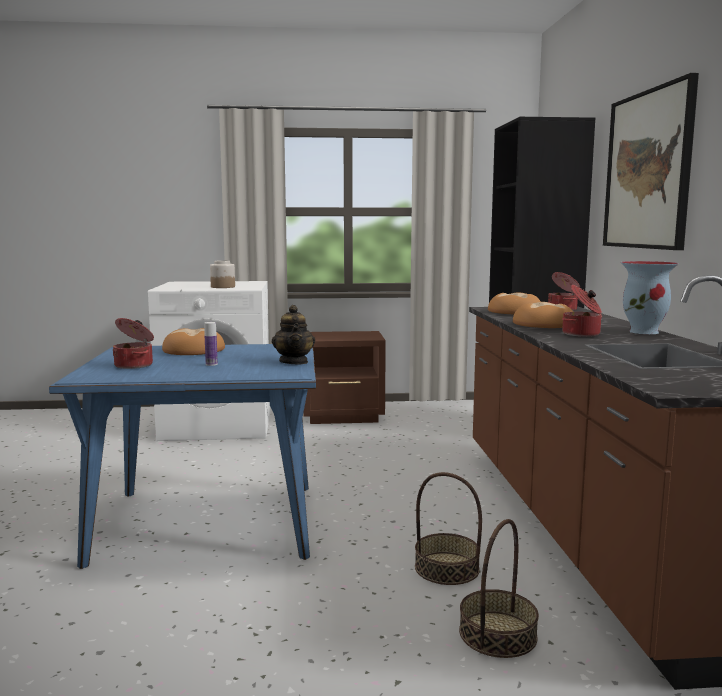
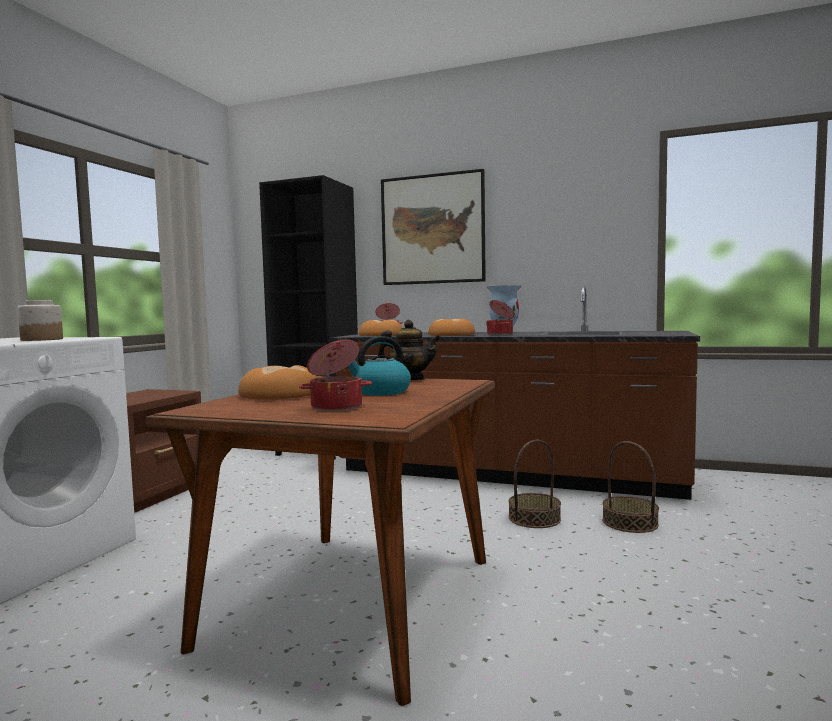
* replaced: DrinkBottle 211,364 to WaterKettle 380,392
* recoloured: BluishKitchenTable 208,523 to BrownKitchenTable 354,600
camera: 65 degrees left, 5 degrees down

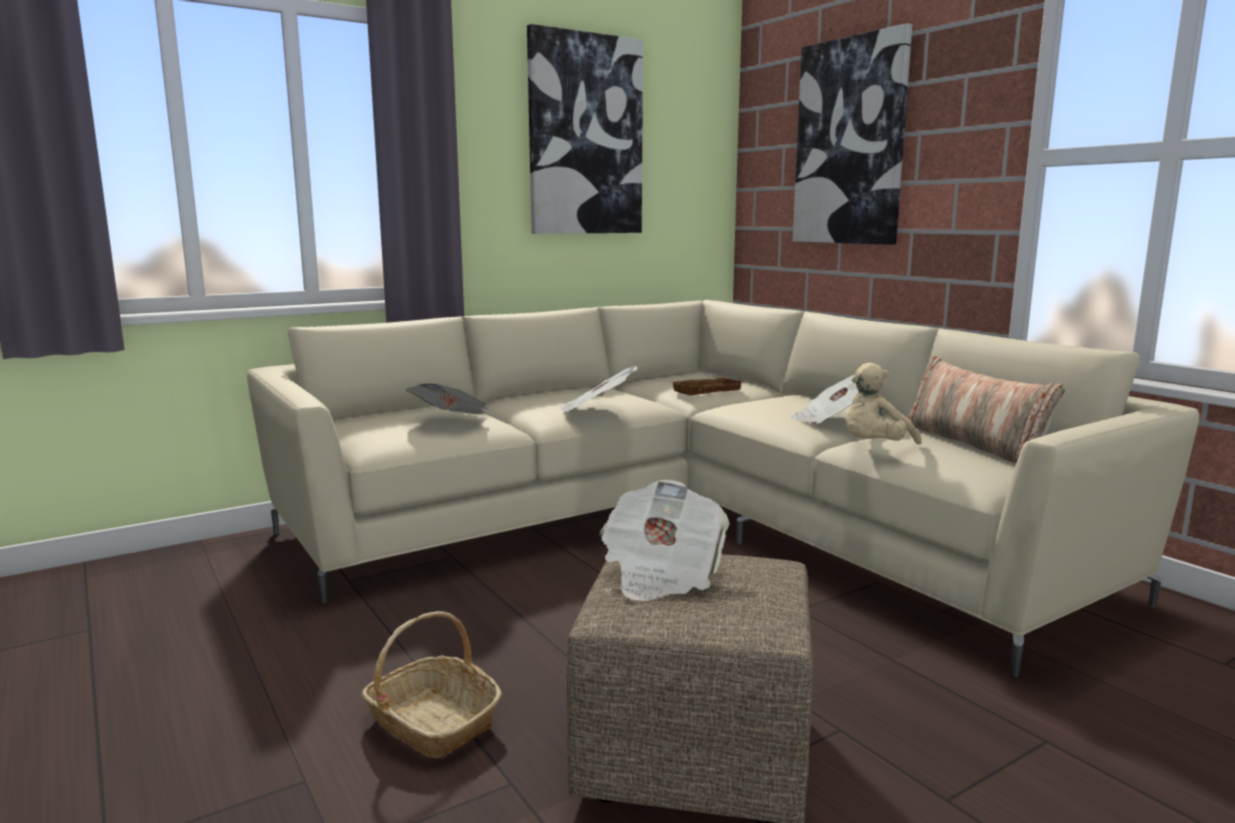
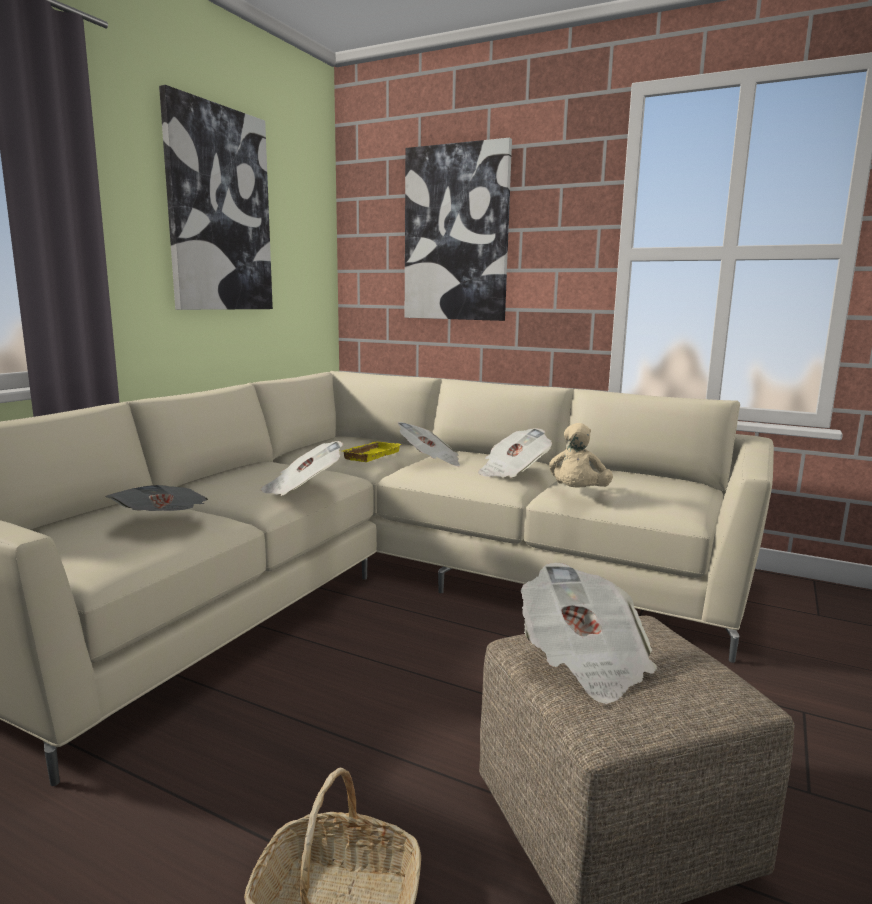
* removed: Cushion 974,445
* added: Newspaper 430,461
* recoloured: BrownCarryingTray 706,390 to YellowCarryingTray 370,455
camera: 30 degrees left, 0 degrees up

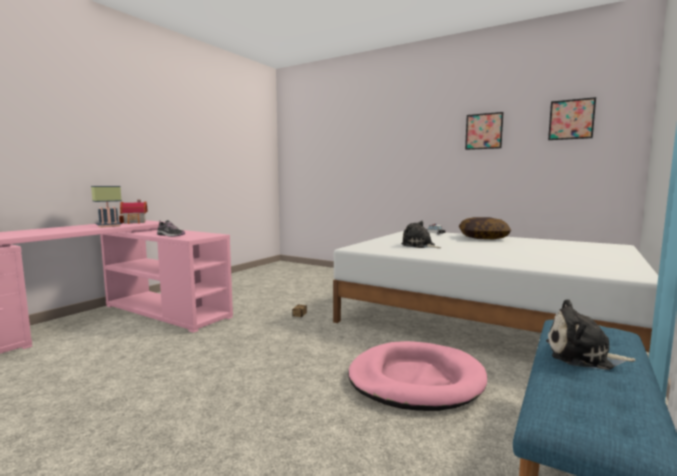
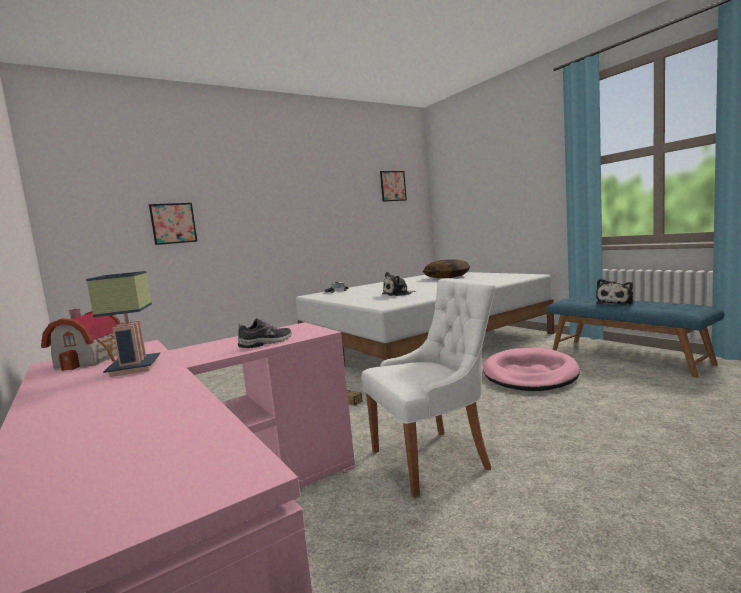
* added: WhitishPlainChair 434,459
* moved: Cushion 483,238 to 447,277
* moved: WallPicture 484,131 to 173,223
camera: 65 degrees left, 0 degrees up

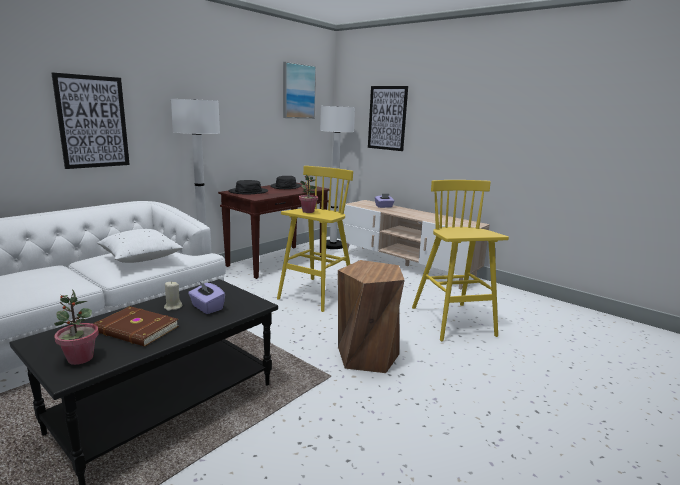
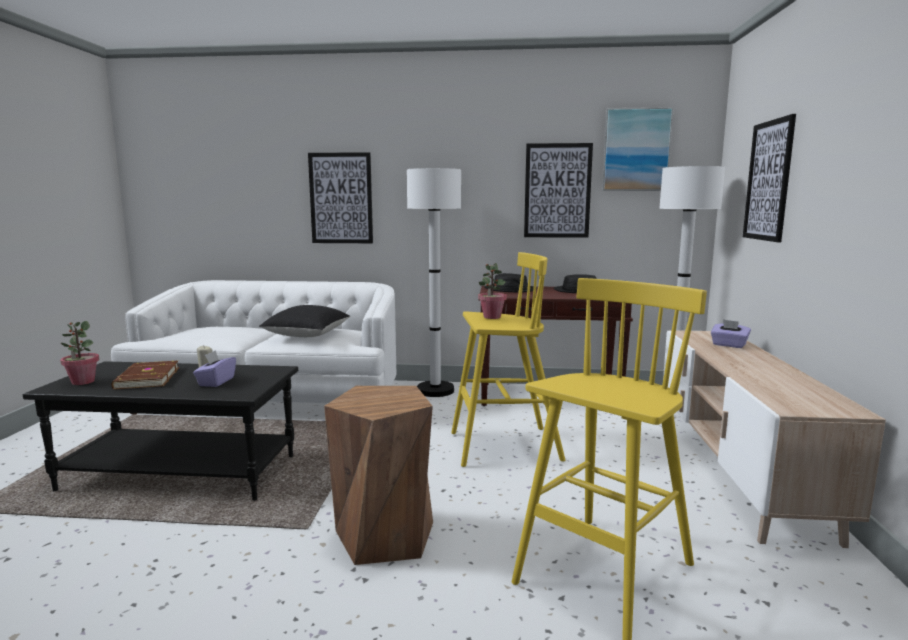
* added: WallPicture 557,191
* recoloured: WhitishCushion 141,258 to BlackishCushion 307,335
camera: 55 degrees right, 5 degrees down

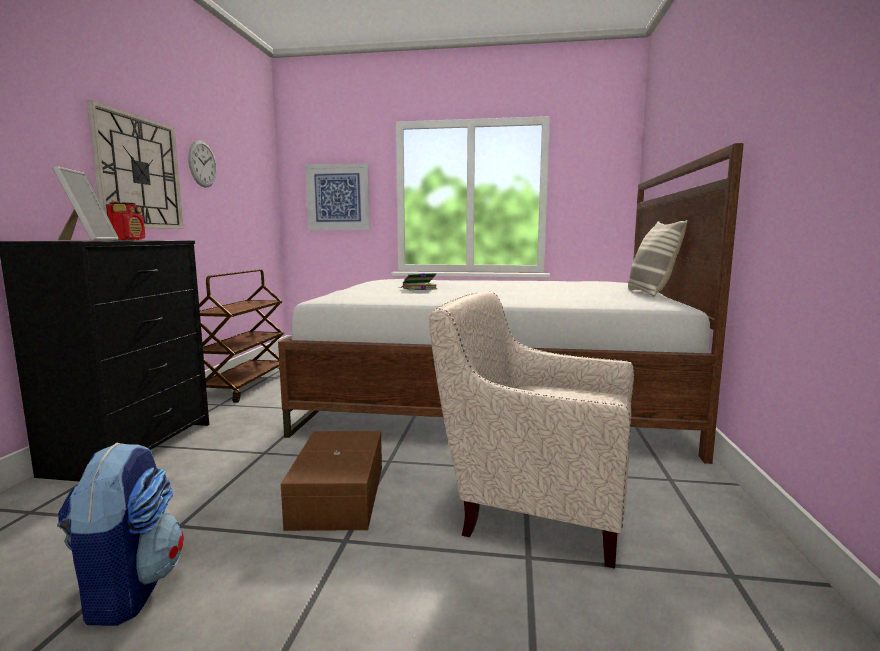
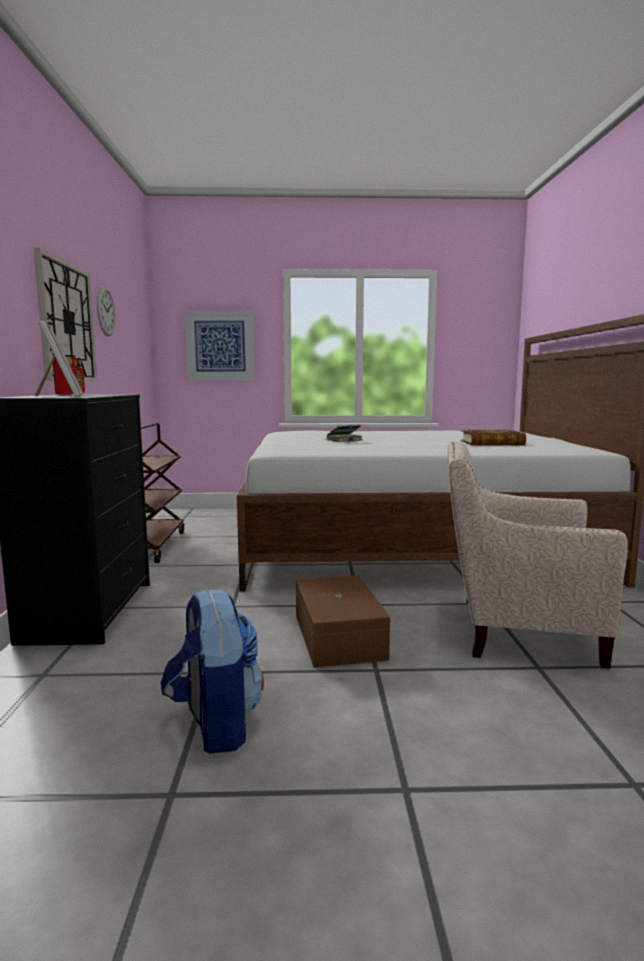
* removed: Cushion 650,293
* added: BoundBook 492,443
camera: 10 degrees left, 0 degrees up

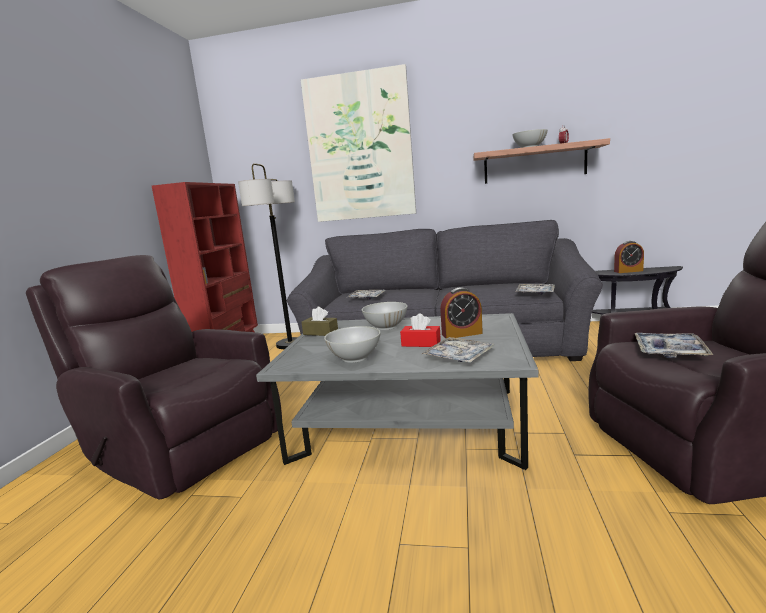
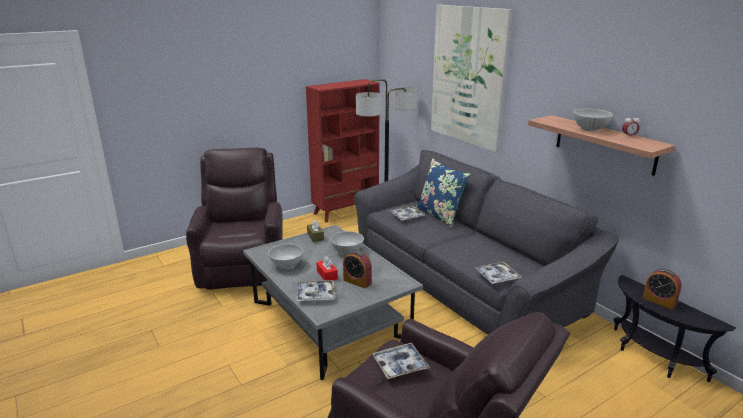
* added: BluishCushion 440,215
camera: 45 degrees right, 10 degrees up

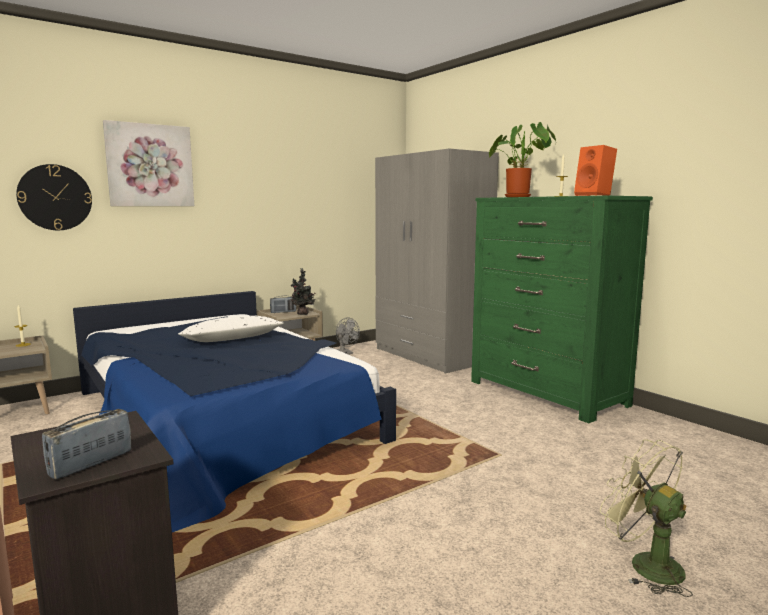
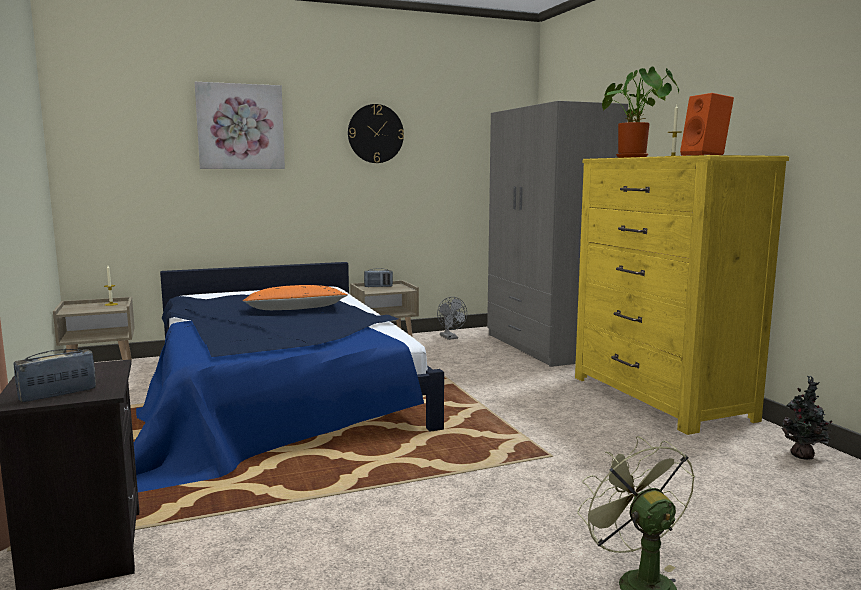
* moved: HangingClock 55,197 to 375,133
* moved: PottedPlant 303,314 to 803,457
* recoloured: WhitishCushion 232,339 to OrangeyCushion 295,309
* recoloured: GreenColouredDresser 546,393 to YellowDresser 659,398
camera: 15 degrees right, 0 degrees up

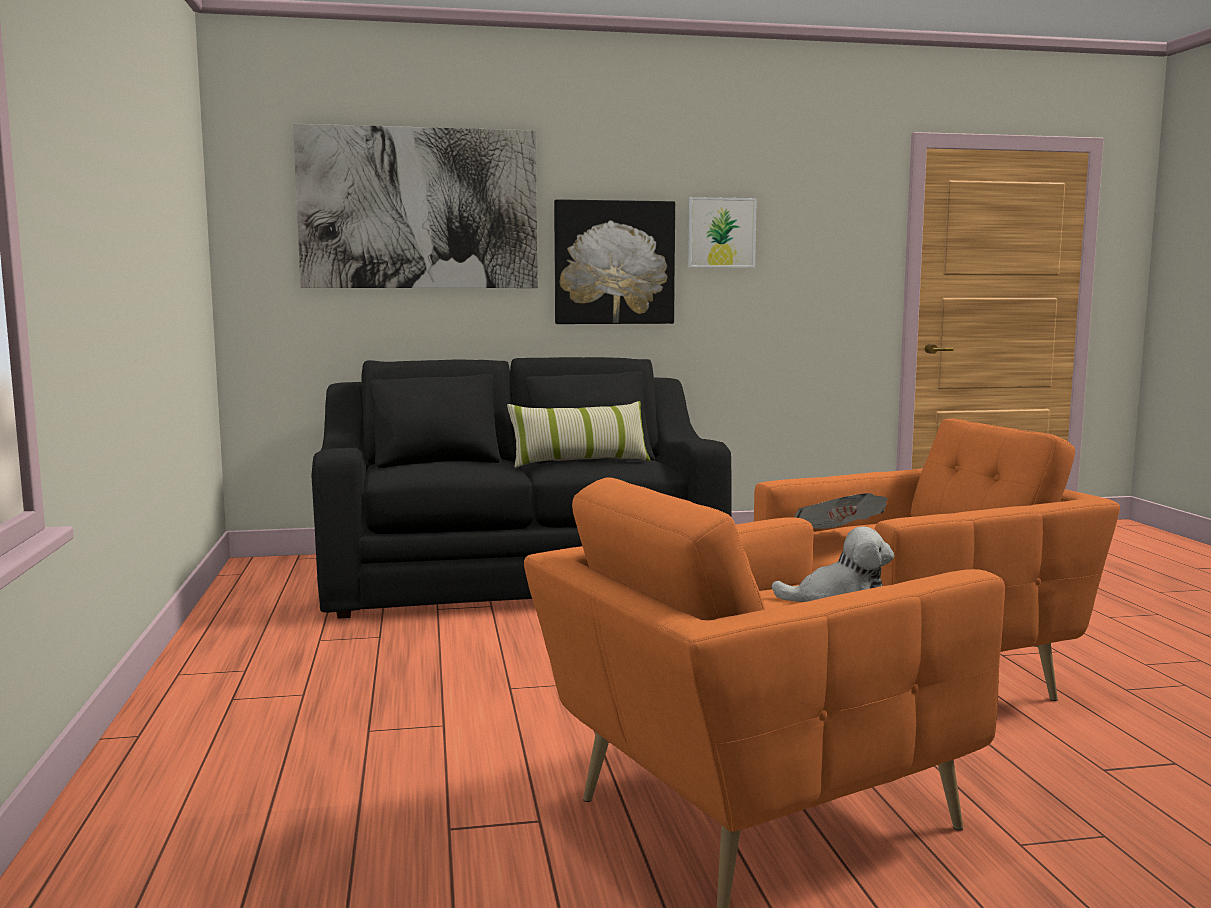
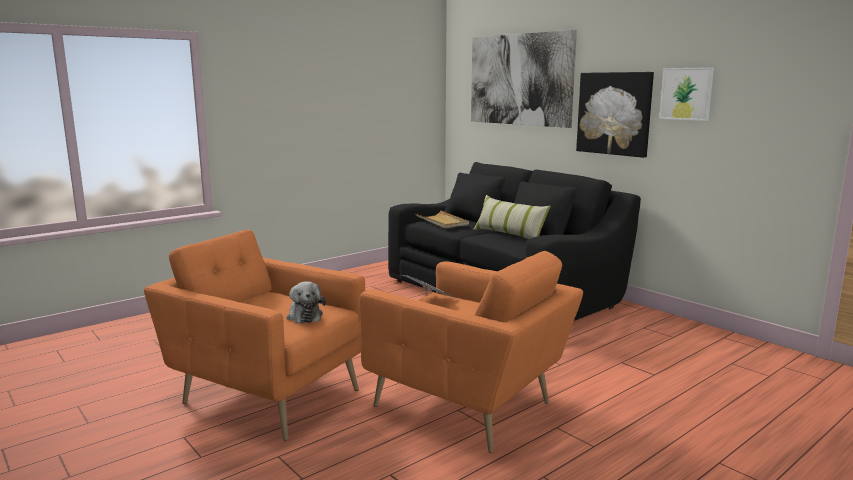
* added: BeigeColouredCarryingTray 442,222
camera: 60 degrees right, 5 degrees up

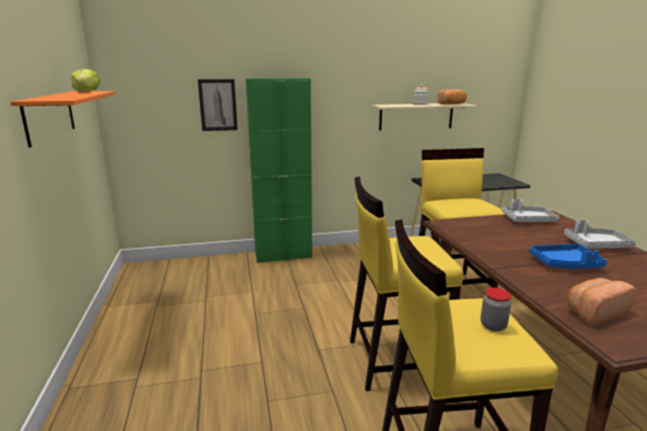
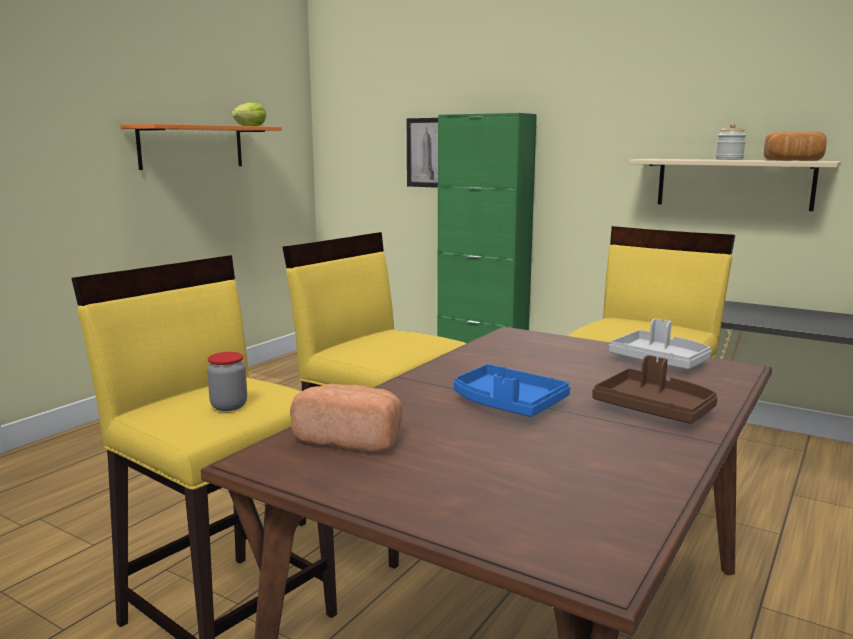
* recoloured: GrayCarryingTray 596,245 to BrownCarryingTray 654,409
camera: 45 degrees right, 5 degrees down

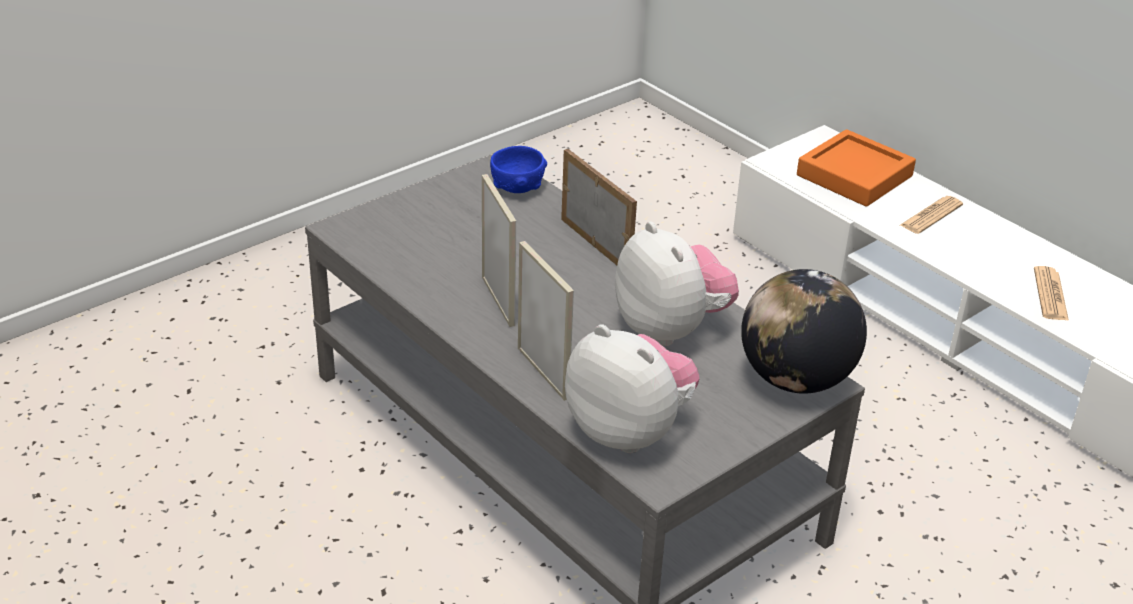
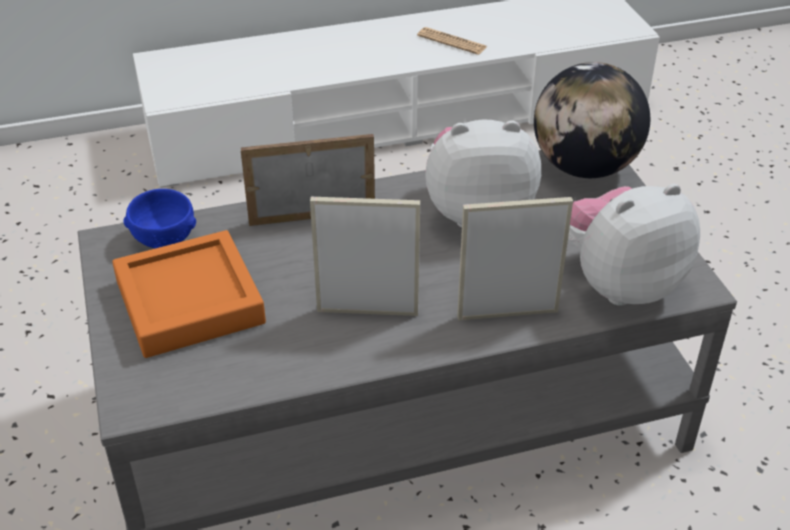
* removed: Newspaper 931,215
* moved: OrangeyCarryingTray 854,176 to 190,302
camera: 65 degrees left, 5 degrees up

